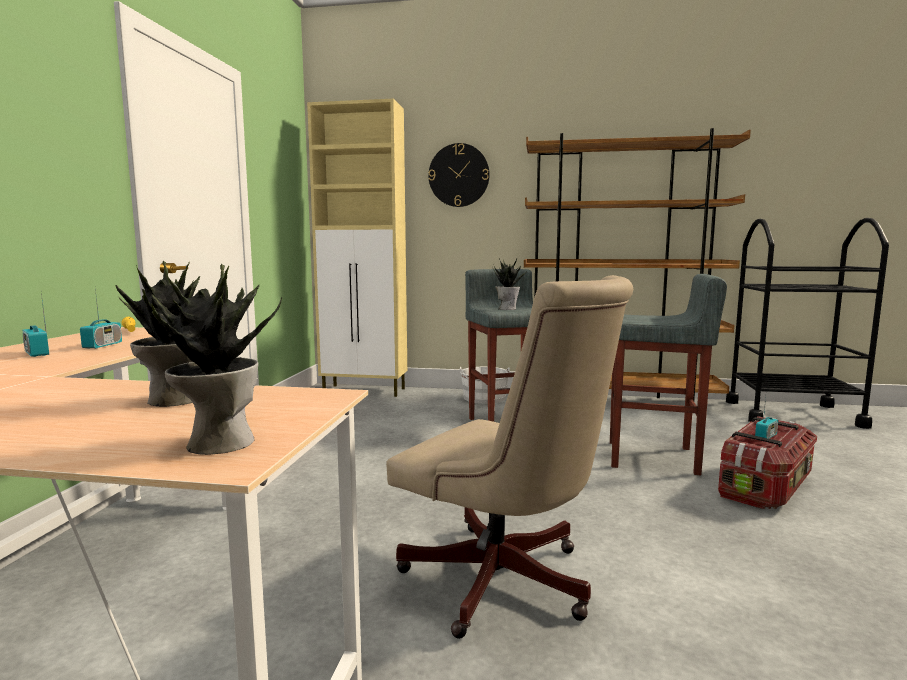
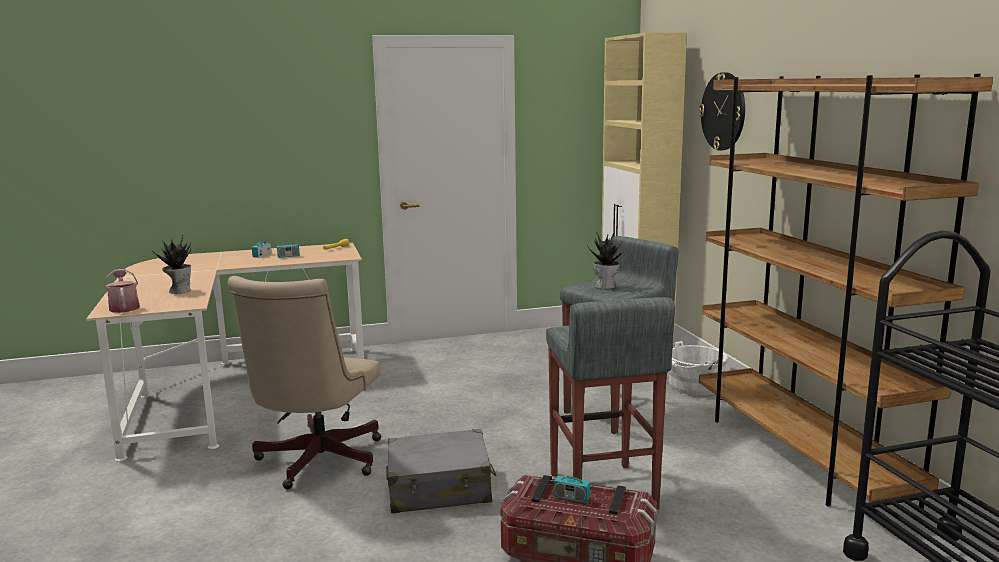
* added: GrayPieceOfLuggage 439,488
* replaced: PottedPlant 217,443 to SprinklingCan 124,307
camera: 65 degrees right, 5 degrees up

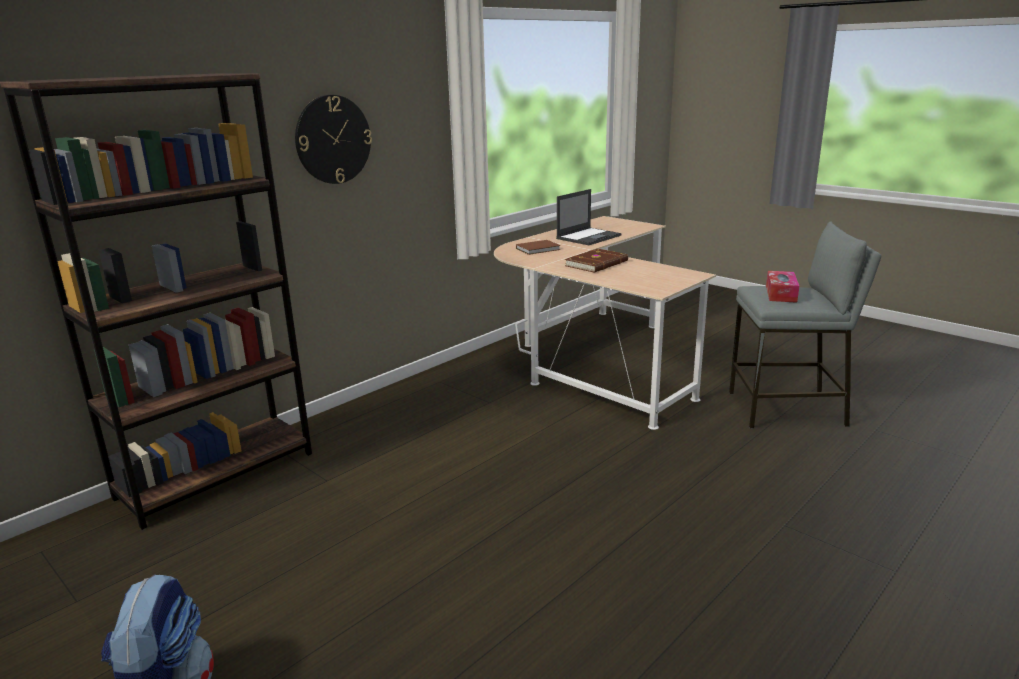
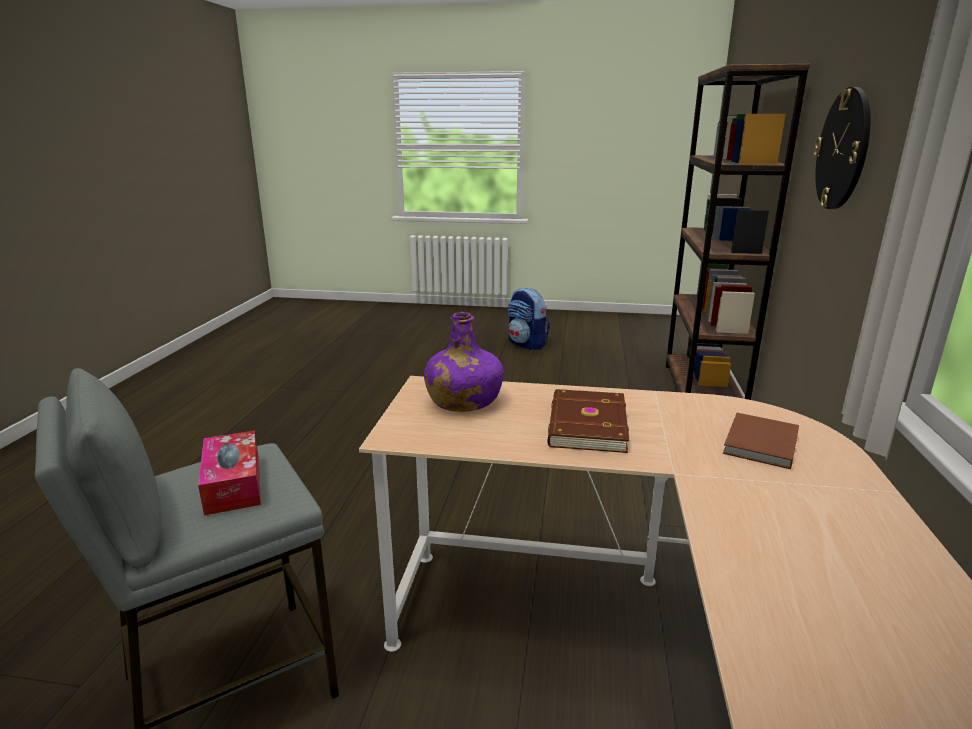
* removed: Laptop 589,237
* added: PurplishDrinkBottle 463,401
camera: 145 degrees right, 0 degrees up

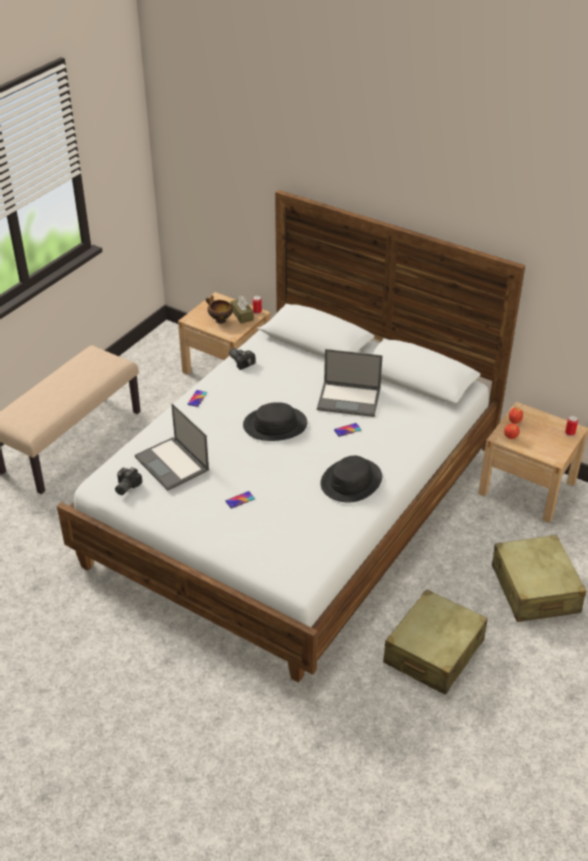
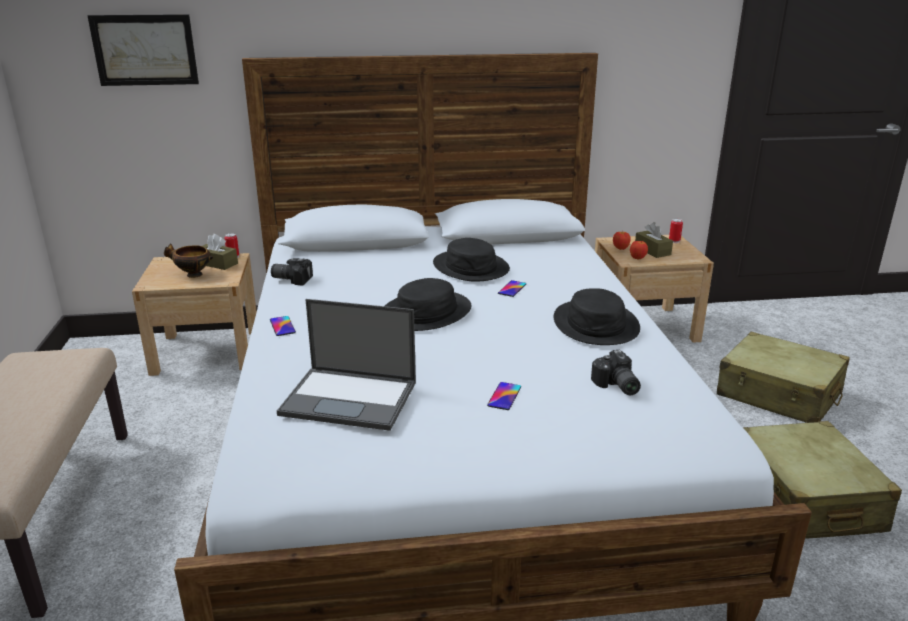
* added: WallPicture 145,50
* added: BrownBoxOfTissues 652,251
* moved: PhotoCamera 125,486 to 616,386
* replaced: Laptop 349,399 to BlackishWearableHat 471,267
camera: 40 degrees left, 15 degrees down

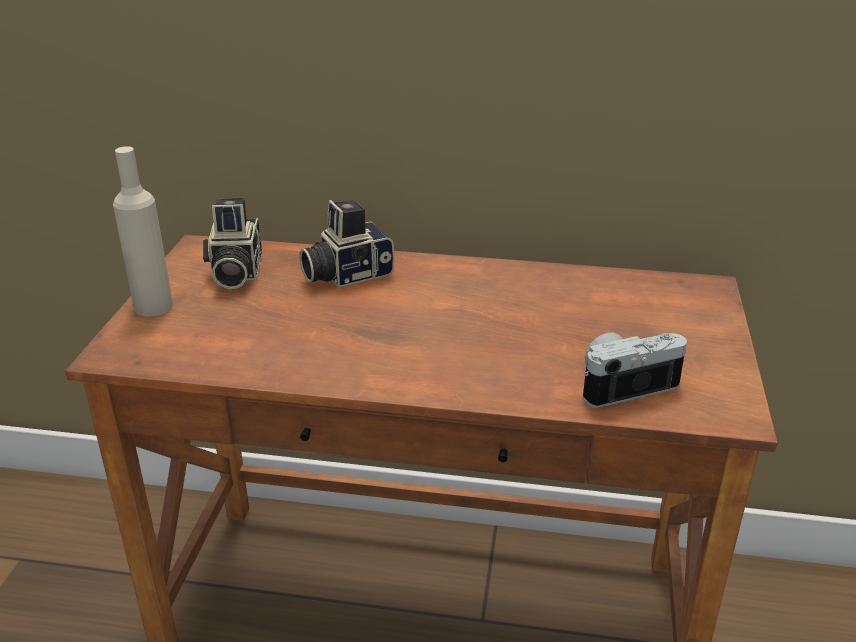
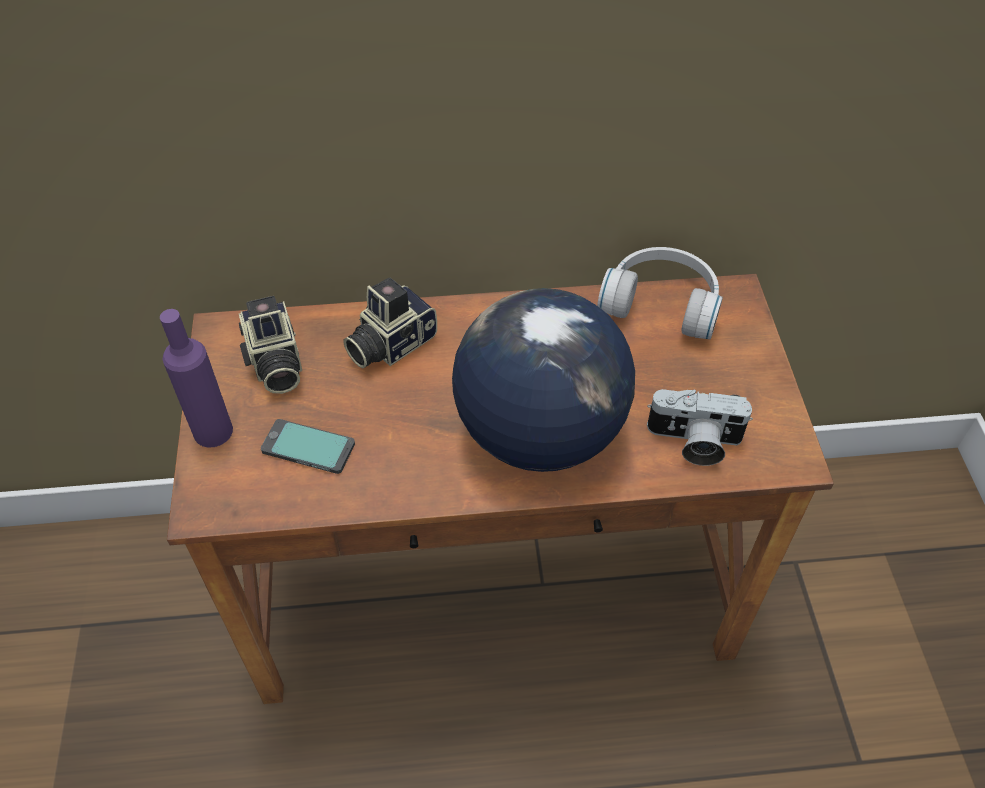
* added: Handset 308,448
* added: DeskGlobe 538,433
* added: WhitishHeadset 662,302
* recoloured: BeigeColouredDrinkBottle 153,306 to PurplishDrinkBottle 213,431
* turned: PhotoCamera 624,384 = 693,442 135 degrees counterclockwise
camera: 15 degrees left, 20 degrees up

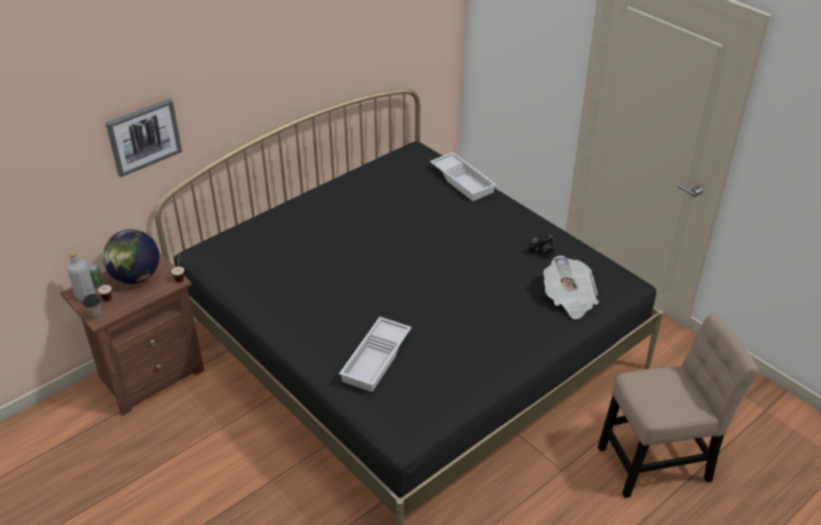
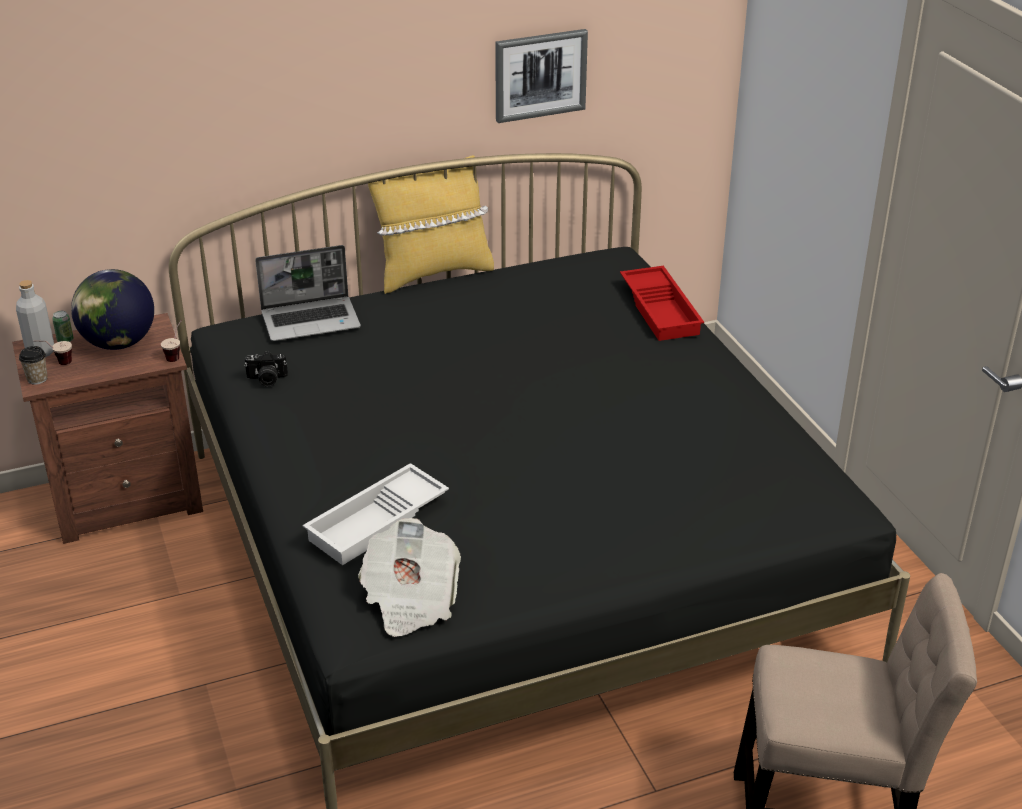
* added: Laptop 312,320
* added: YellowCushion 433,273
* moved: WallPicture 144,136 to 540,75
* moved: PhotoCamera 543,252 to 266,379
* moved: Newspaper 569,299 to 410,600
* recoloured: WhitishCarryingTray 463,180 to ReddishCarryingTray 662,310
camera: 20 degrees right, 5 degrees down

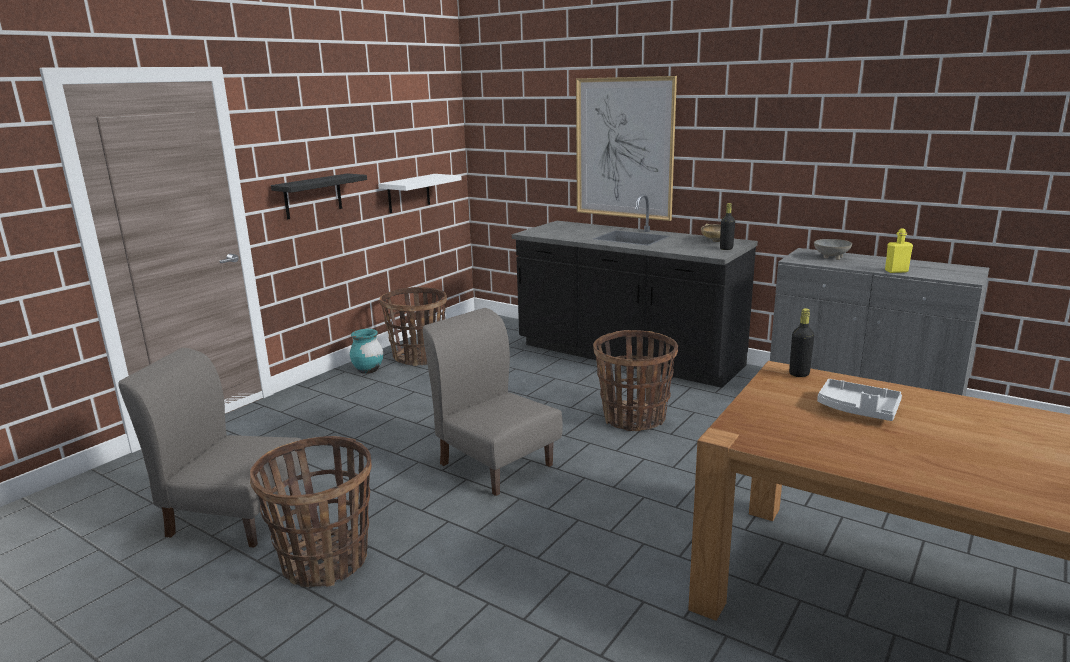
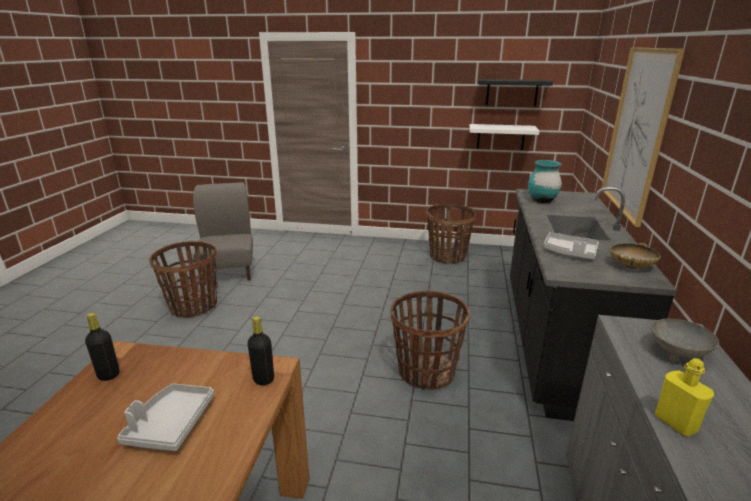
* removed: GrayPlainChair 496,463
* added: GrayCarryingTray 569,252
* moved: BlackishBracketShelf 313,196 to 511,92
* moved: TurquoiseFlowerVase 368,370 to 541,201
* moved: BlackishDrinkBottle 726,249 to 108,375
camera: 65 degrees right, 5 degrees up

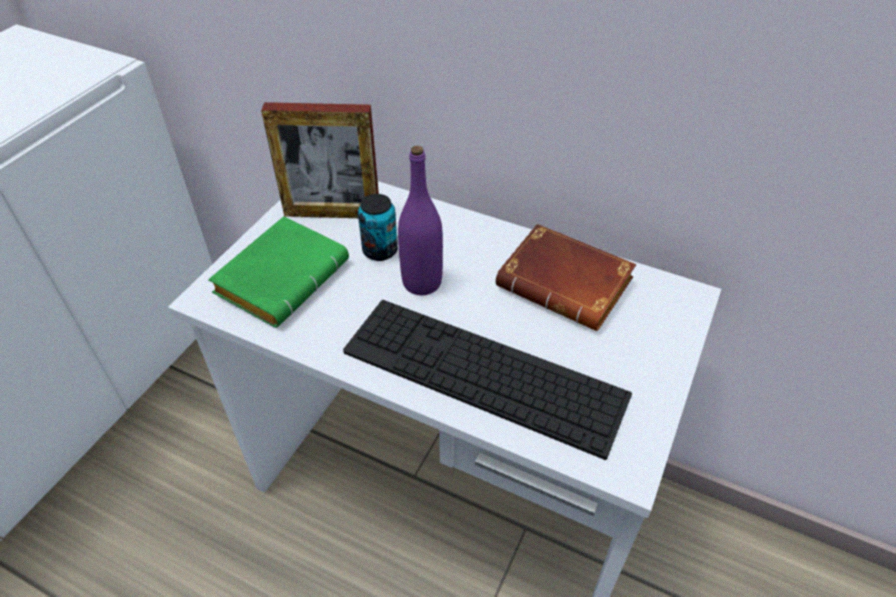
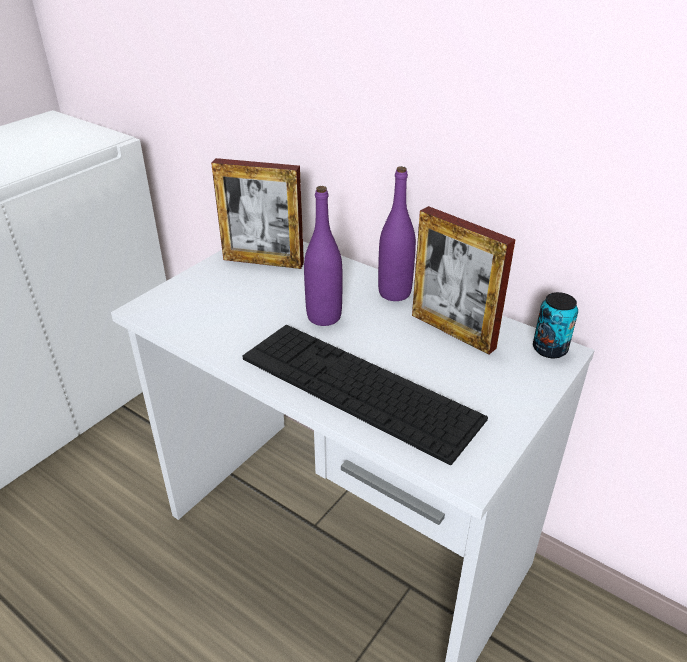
* removed: GreenColouredBoundBook 282,276
* added: PurplishDrinkBottle 394,293
* moved: MetalCan 380,250 to 549,349
* replaced: BrownBoundBook 568,284 to PictureFrame 452,331
camera: 10 degrees right, 10 degrees down

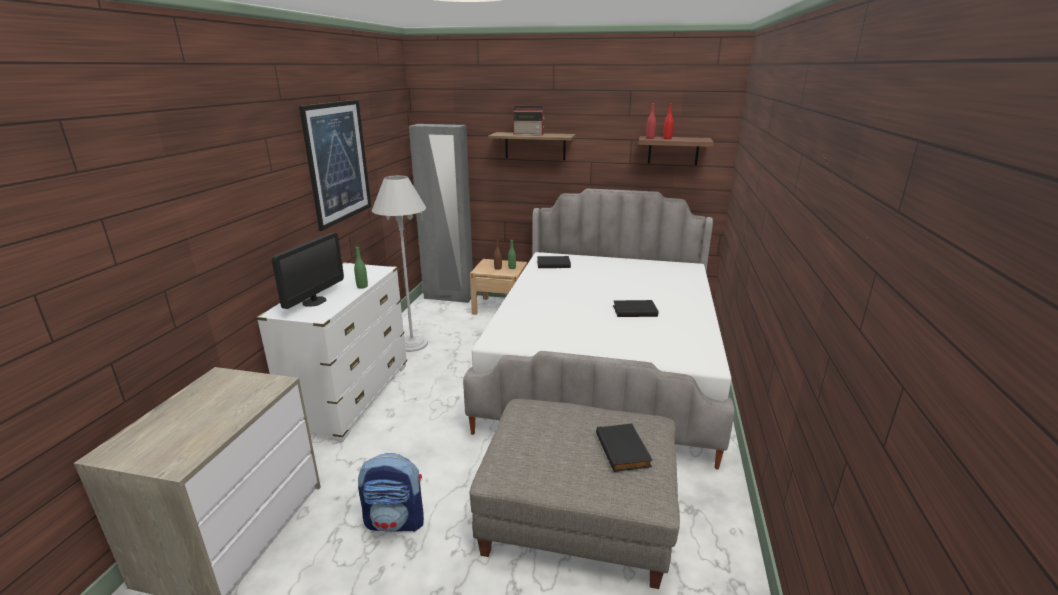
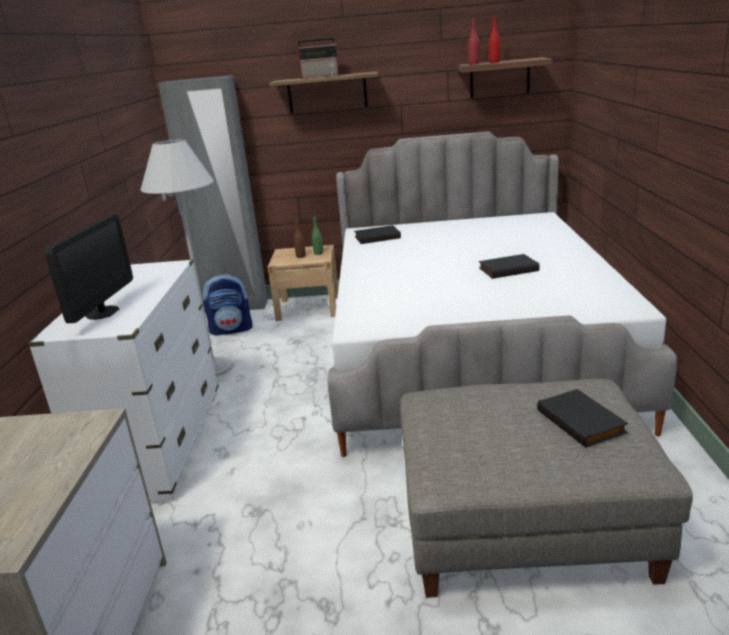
* removed: WallPicture 337,162
* removed: GreenColouredDrinkBottle 362,286
* moved: Knapsack 396,521 to 232,329
camera: 10 degrees left, 0 degrees up

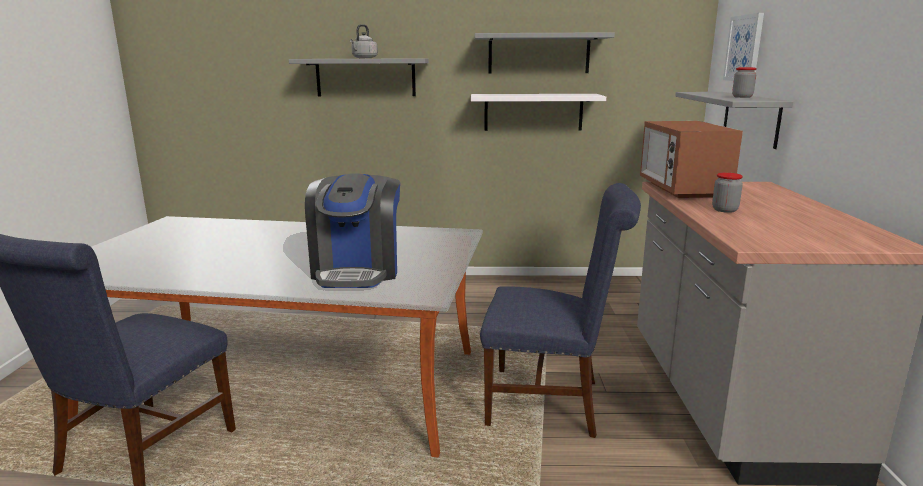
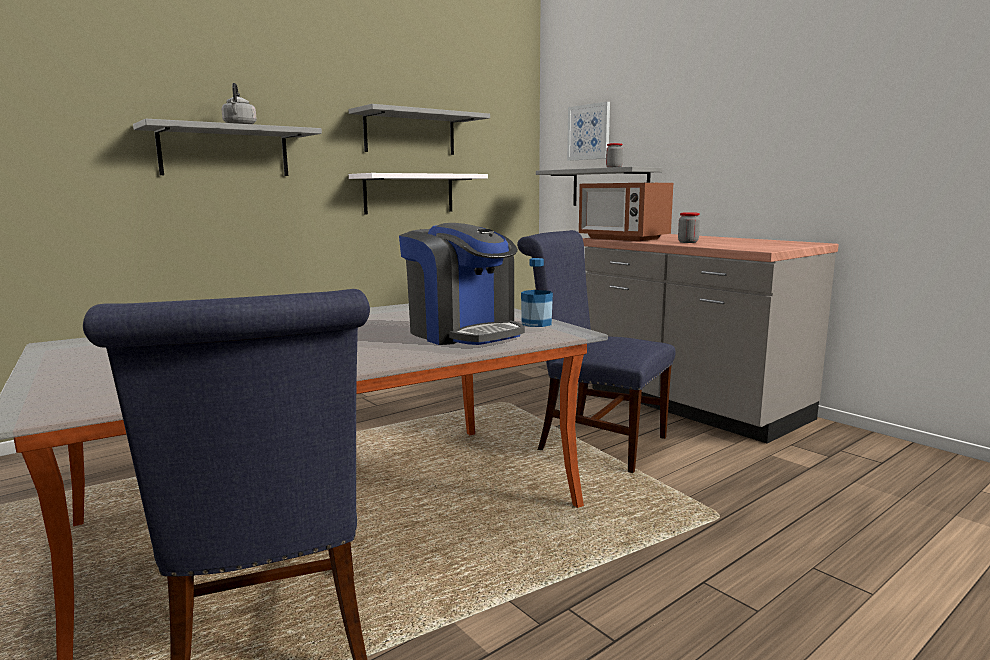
* added: DrinkBottle 536,323
* turned: BluishPlainChair 552,402 = 594,442 120 degrees counterclockwise
camera: 40 degrees left, 5 degrees down

